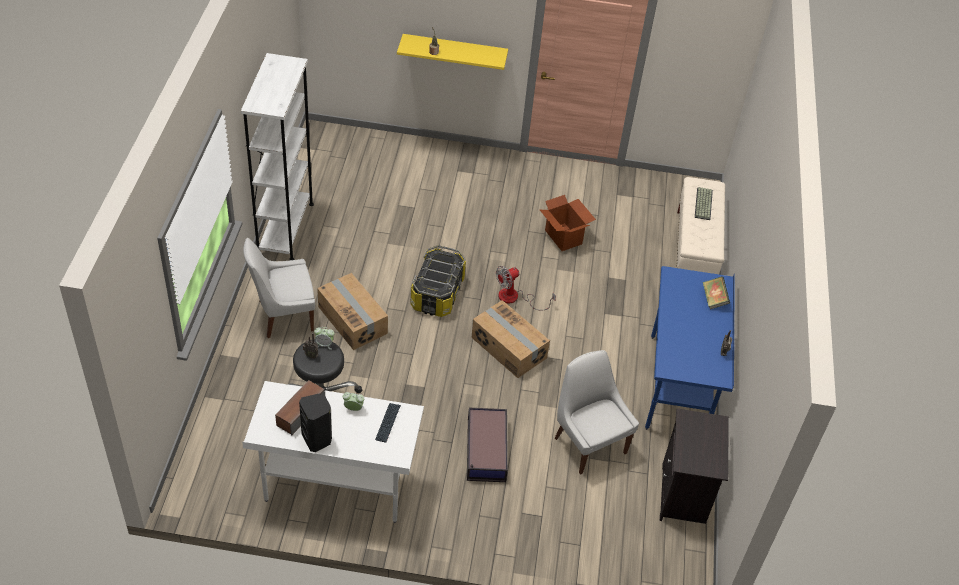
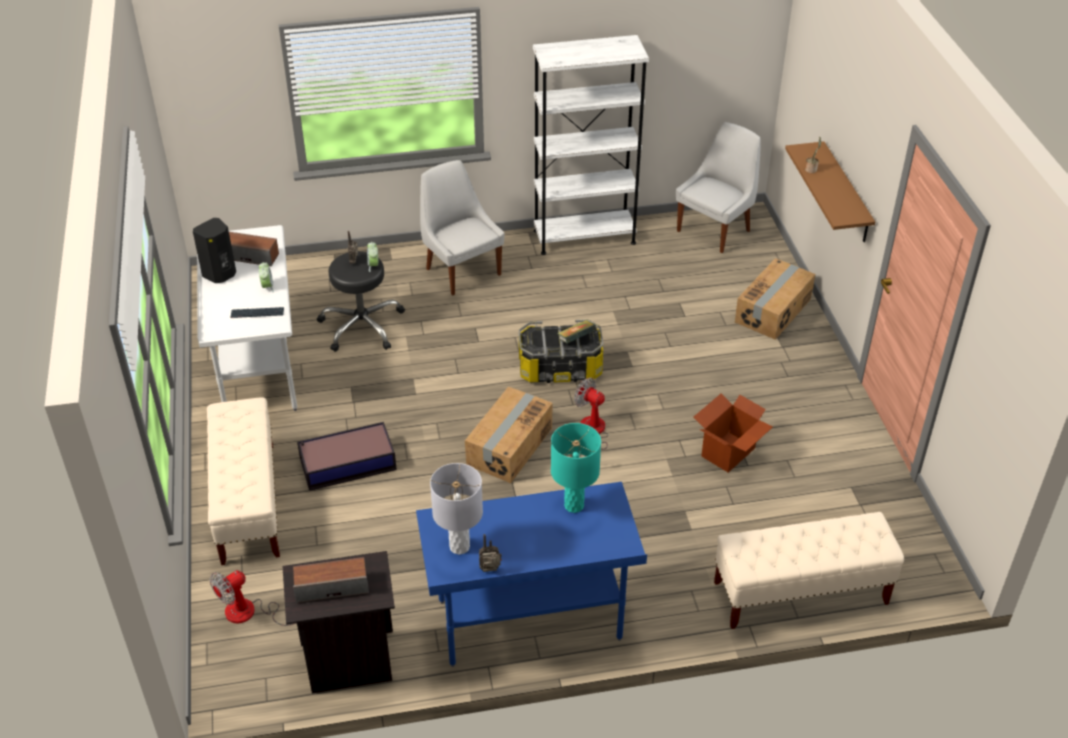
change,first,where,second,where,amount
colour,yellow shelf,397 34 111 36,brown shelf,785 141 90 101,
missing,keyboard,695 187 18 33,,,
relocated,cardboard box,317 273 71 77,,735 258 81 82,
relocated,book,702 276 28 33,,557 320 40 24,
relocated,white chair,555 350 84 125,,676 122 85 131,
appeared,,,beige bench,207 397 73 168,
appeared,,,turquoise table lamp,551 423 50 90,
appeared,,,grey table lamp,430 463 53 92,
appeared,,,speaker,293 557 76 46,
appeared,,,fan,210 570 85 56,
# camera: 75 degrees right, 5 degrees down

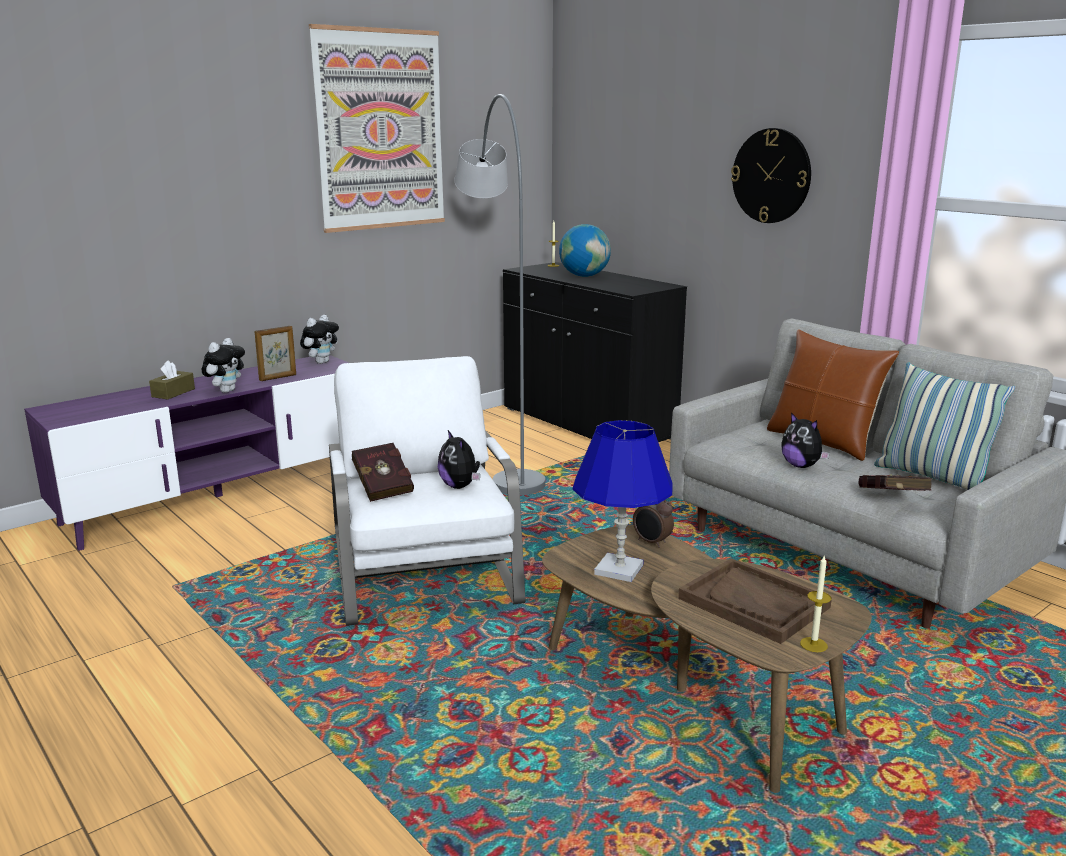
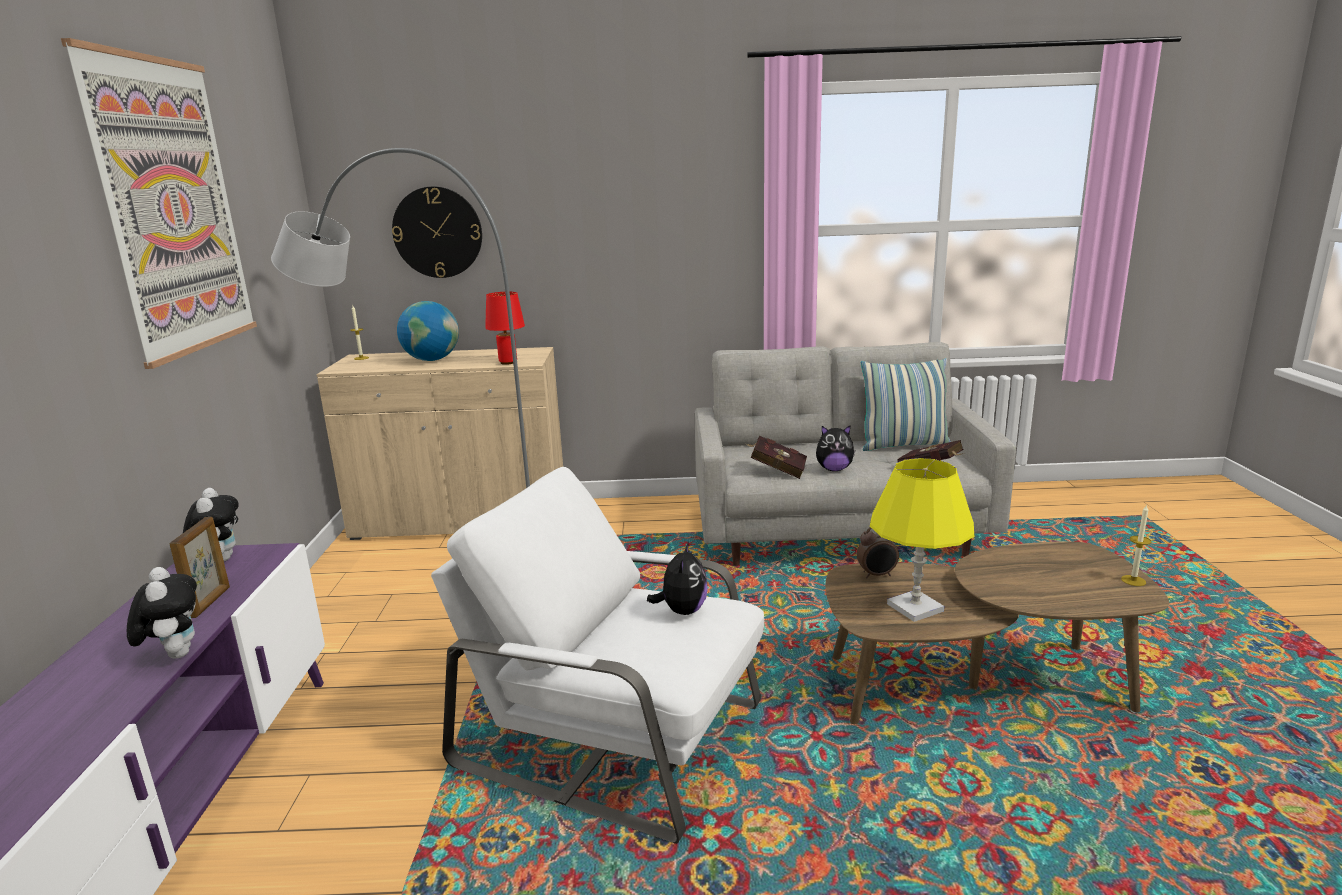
change,first,where,second,where,amount
relocated,wall clock,731 128 80 95,,392 186 90 92,
colour,black cabinet,503 262 184 180,beige cabinet,317 347 246 193,
missing,brown pillow,767 330 132 131,,,
missing,brown tissue box,149 360 46 40,,,
colour,blue table lamp,573 420 100 162,yellow table lamp,870 458 104 164,
spun,plush toy,438 430 42 59,,647 542 61 73,90 degrees counterclockwise
relocated,red book,352 443 62 59,,746 436 61 43,
missing,brown tray,678 558 154 86,,,
appeared,,,red table lamp,485 292 40 73,
# camera: 50 degrees left, 0 degrees up

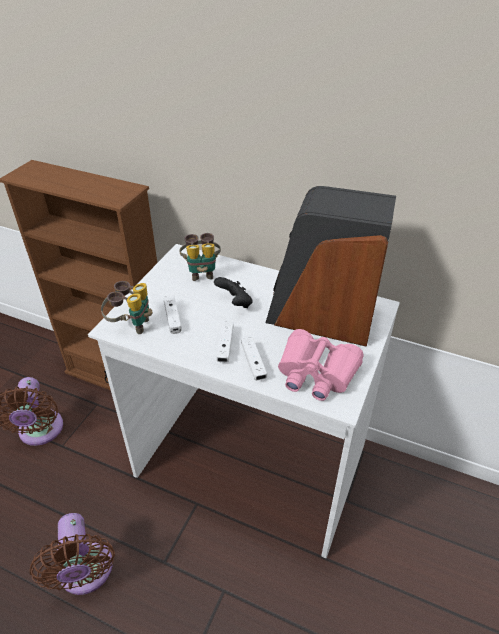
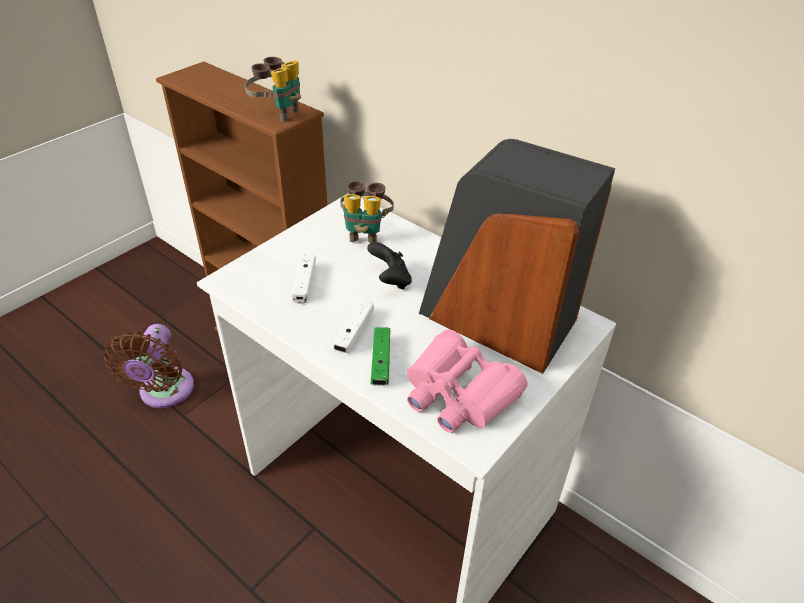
change,first,where,second,where,amount
relocated,binoculars,101 281 52 53,,245 57 56 65,
colour,white game controller,241 337 26 43,green game controller,371 327 19 59,
missing,brown fan,29 513 86 82,,,
# camera: 15 degrees right, 0 degrees up

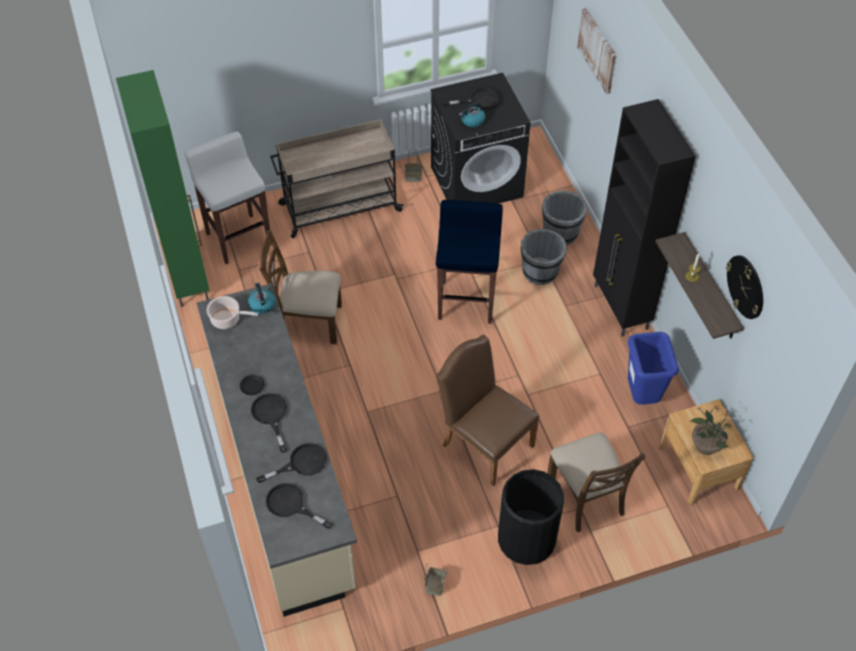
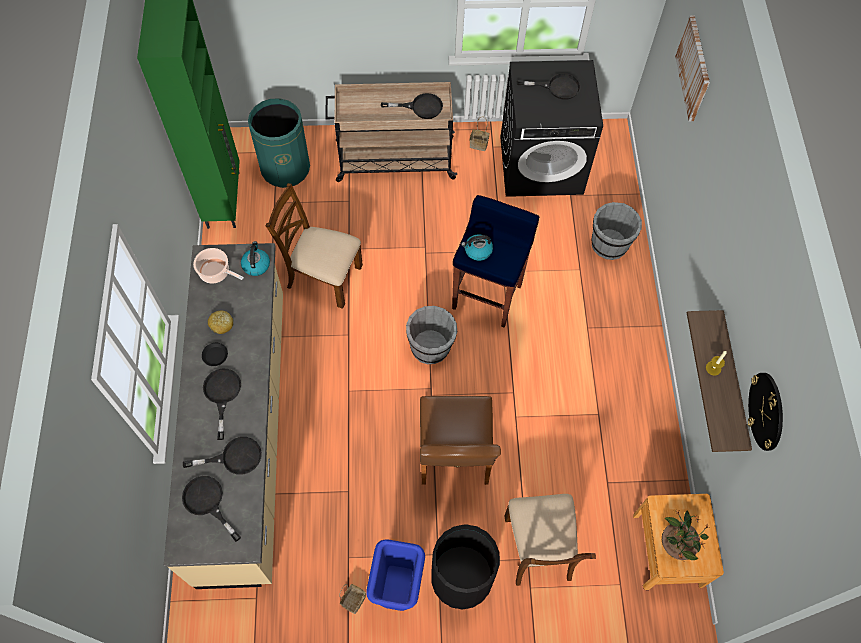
change,first,where,second,where,amount
missing,black cabinet,593 99 103 238,,,
relocated,kettle,459 102 26 25,,461 234 32 27,
exchanged,white stool,185 132 87 132,green trash can,248 98 62 90,
relocated,grey bucket,521 229 46 56,,406 306 51 58,
relocated,blue trash can,628 332 51 73,,366 539 59 72,
spun,brown chair,436 335 103 151,,420 396 81 89,150 degrees counterclockwise
appeared,,,black frying pan,381 93 62 26,
appeared,,,bread,208 311 25 23,
# camera: 15 degrees right, 10 degrees up

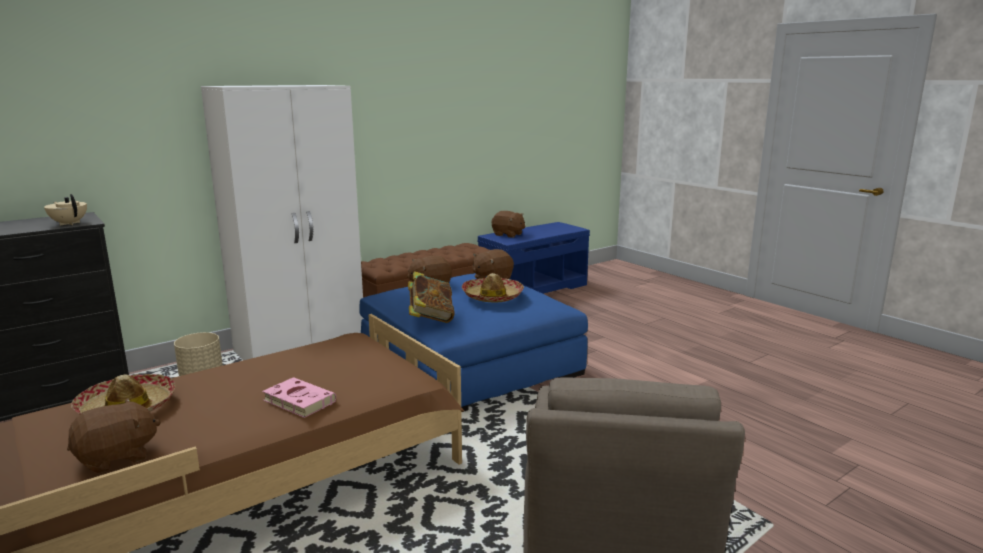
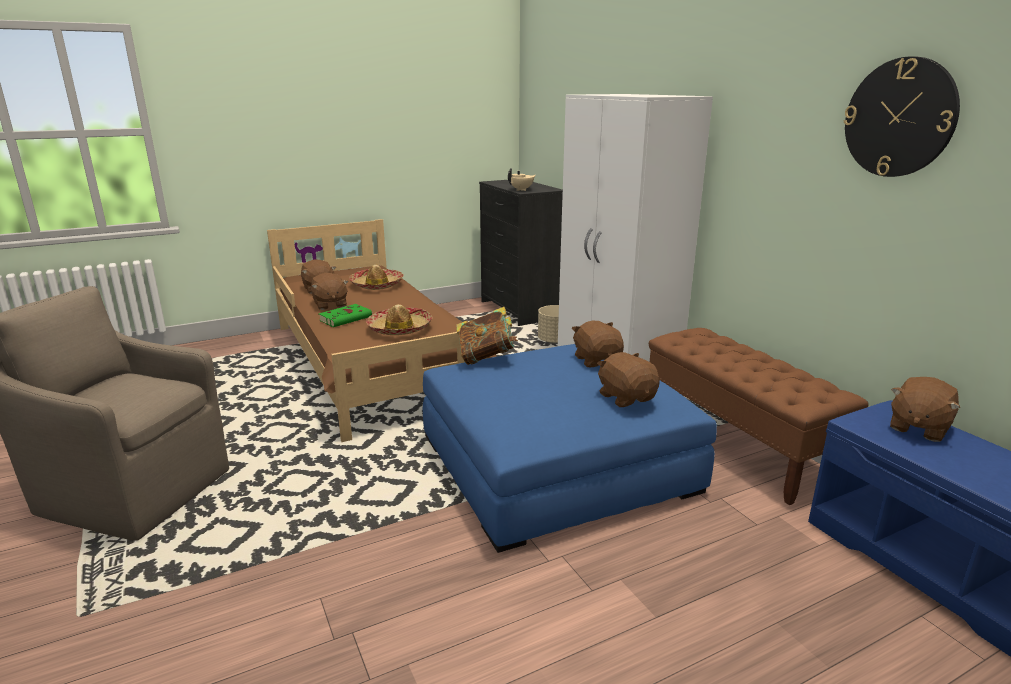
change,first,where,second,where,amount
relocated,hat,461 273 63 29,,366 304 67 31,
colour,pink book,262 377 74 41,green book,319 304 53 23,
appeared,,,wall clock,844 56 116 121,
appeared,,,brown plush toy,311 273 38 37,
# camera: 100 degrees right, 5 degrees up

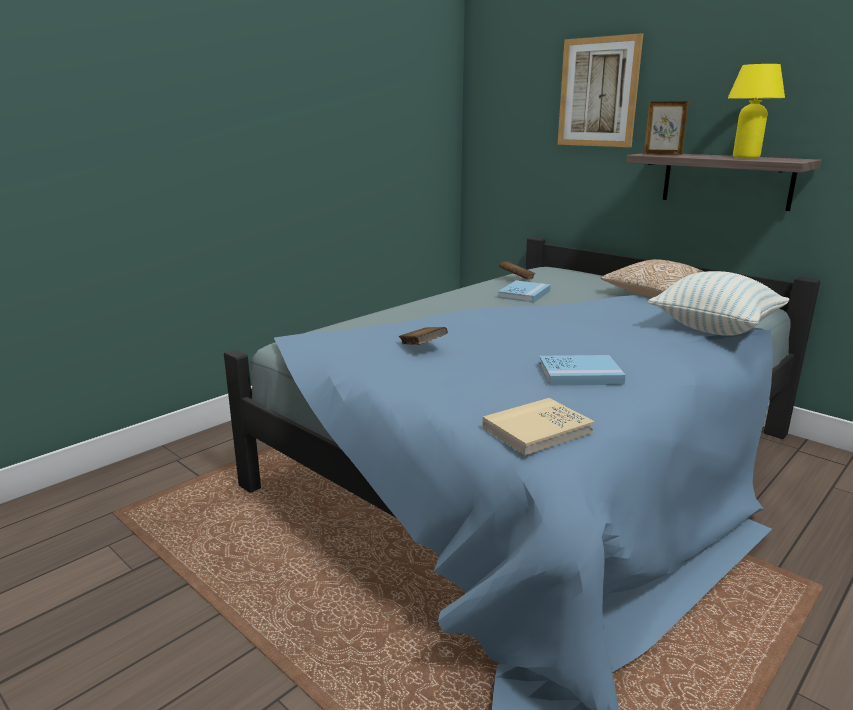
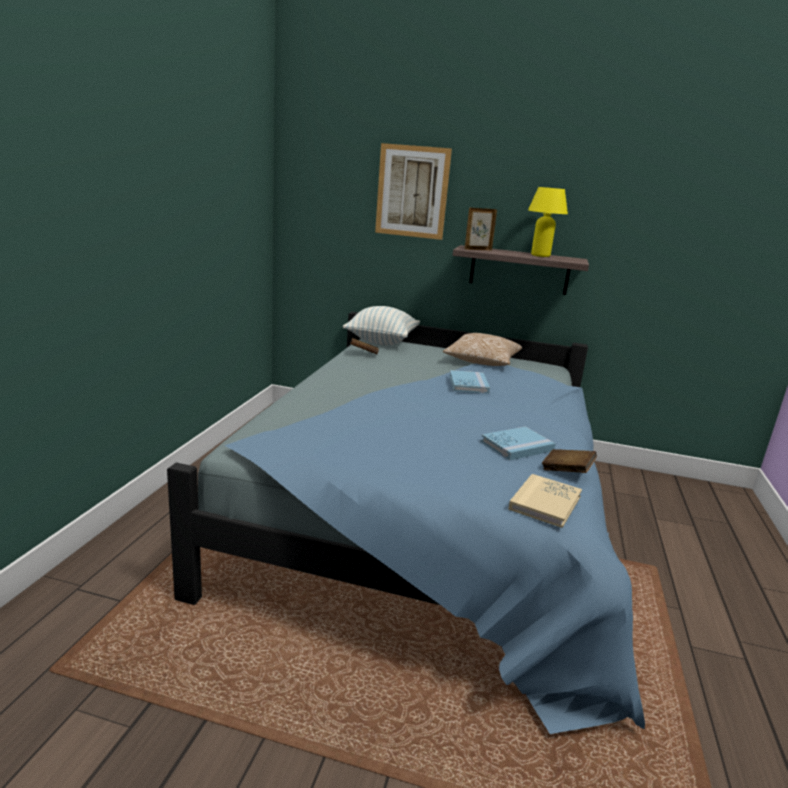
change,first,where,second,where,amount
relocated,pillow,648 271 142 65,,343 306 77 39,
relocated,blue book,498 281 53 22,,449 370 41 24,
relocated,brown book,399 327 49 18,,542 449 55 24,
# camera: 30 degrees left, 0 degrees up

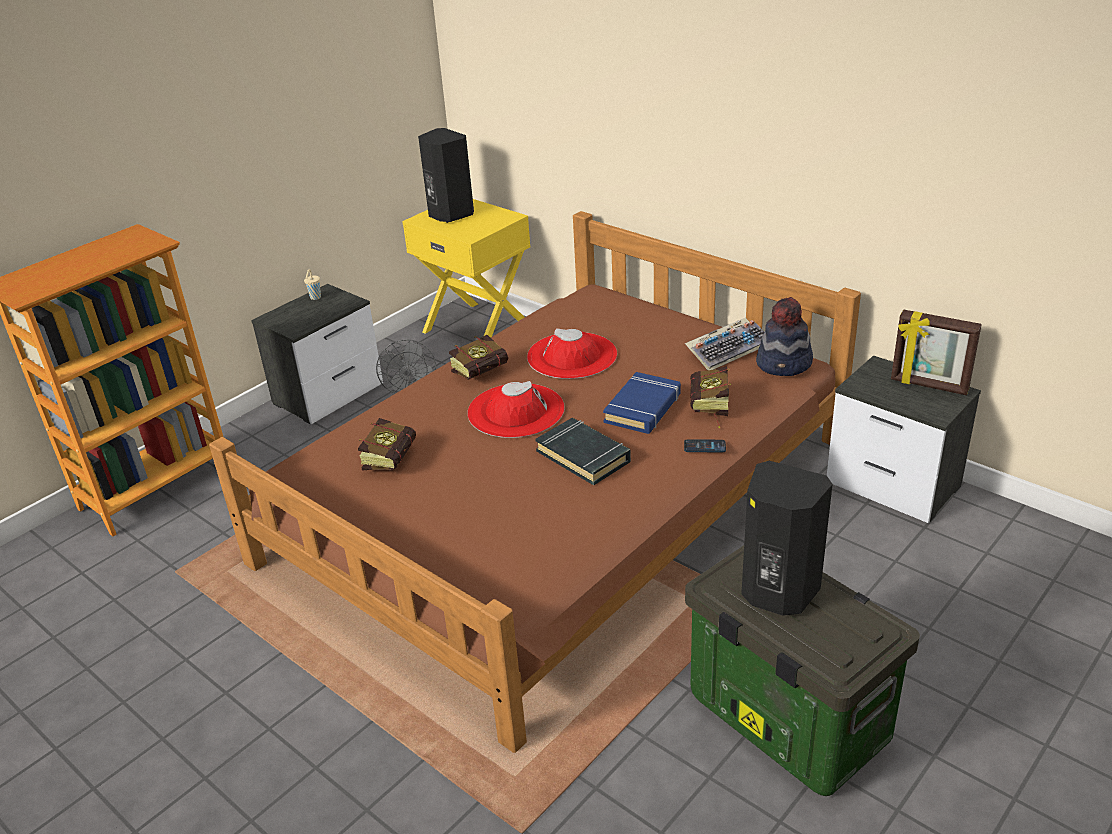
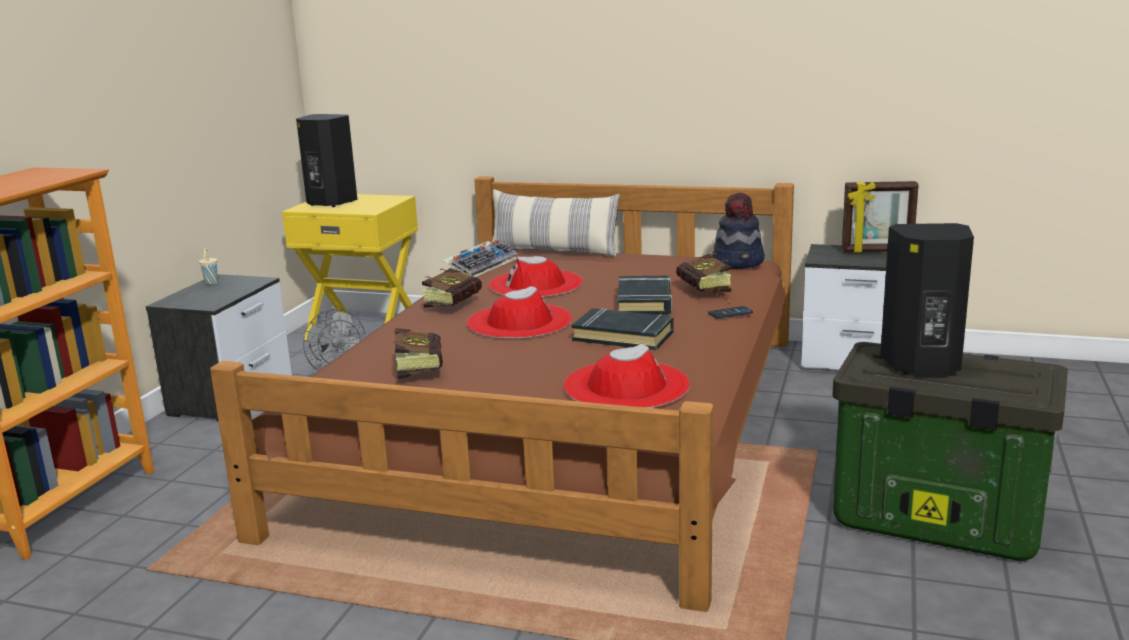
change,first,where,second,where,amount
relocated,keyboard,685 318 79 52,,442 239 75 38,
colour,blue book,603 372 78 62,black book,617 276 55 39,
appeared,,,pillow,493 189 127 68,
appeared,,,red hat,564 344 126 64,
# camera: 25 degrees left, 15 degrees down

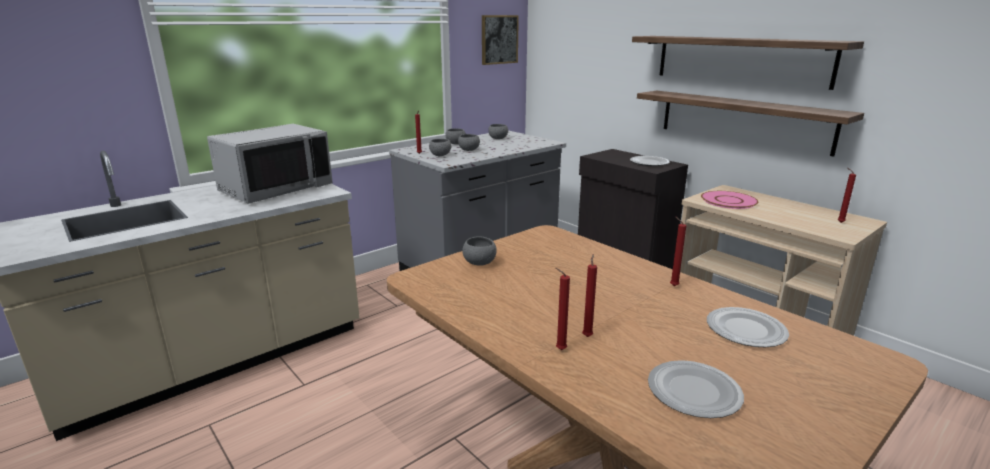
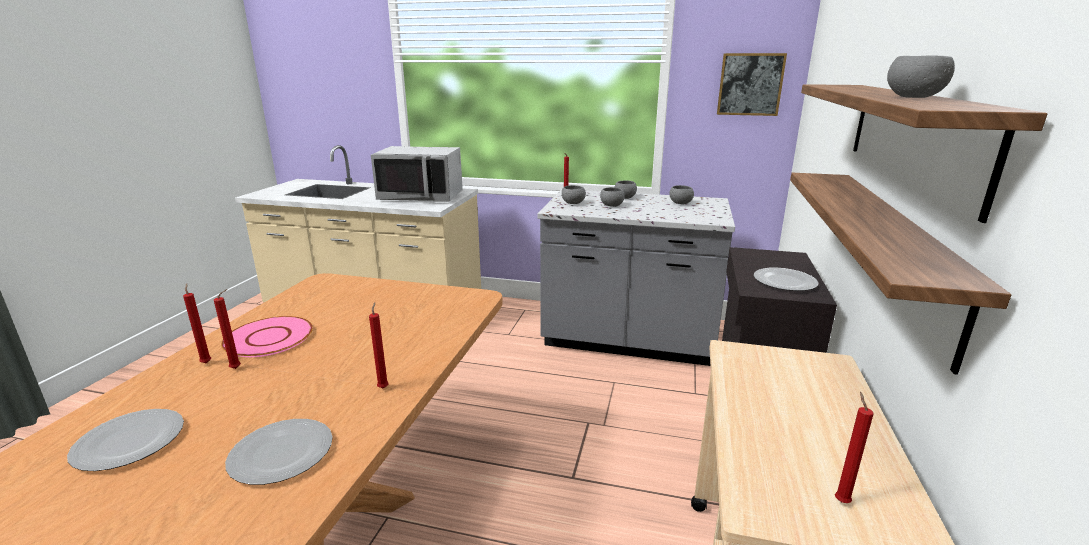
change,first,where,second,where,amount
relocated,pink plate,701 191 57 18,,221 316 92 41,
relocated,grey bowl,462 236 35 30,,887 55 68 43,
# camera: 55 degrees right, 0 degrees up

